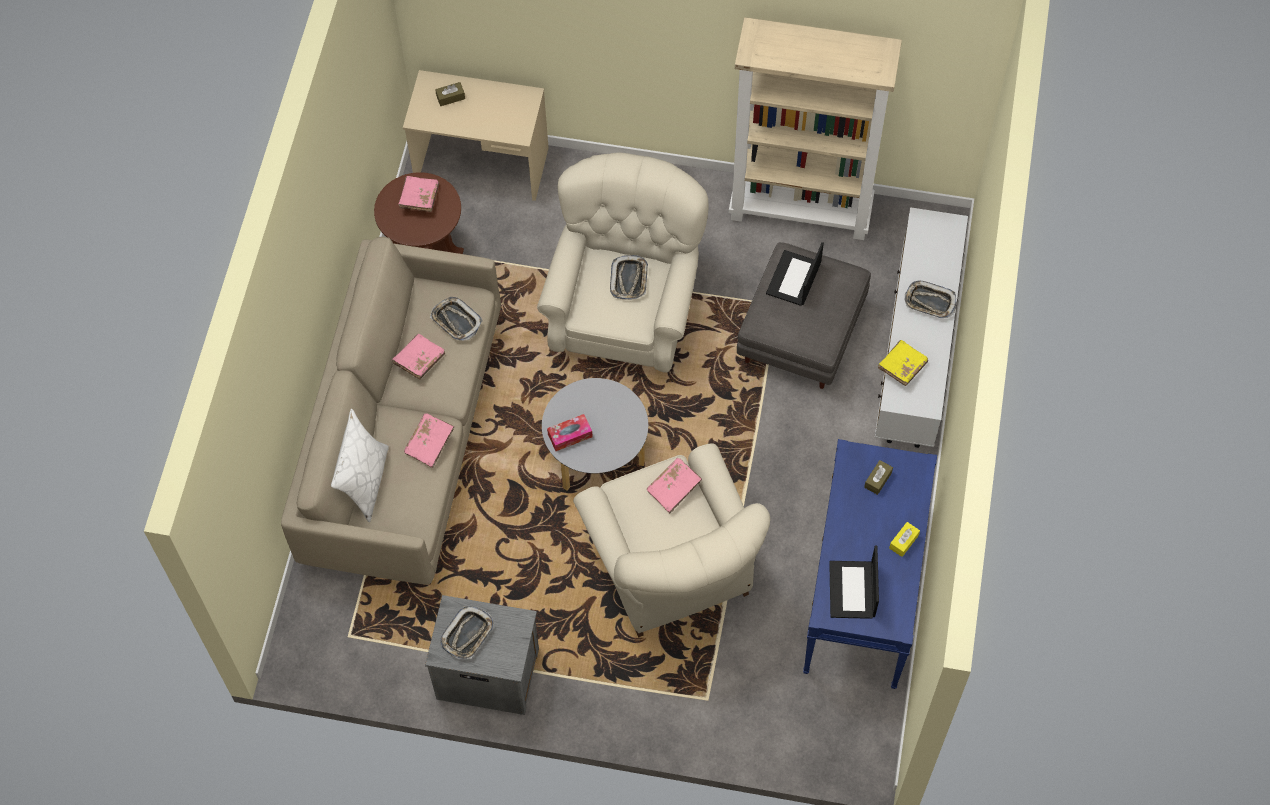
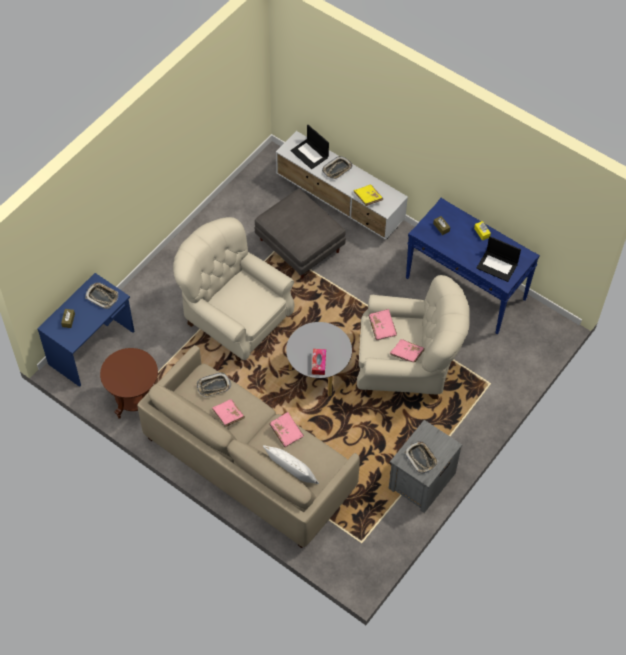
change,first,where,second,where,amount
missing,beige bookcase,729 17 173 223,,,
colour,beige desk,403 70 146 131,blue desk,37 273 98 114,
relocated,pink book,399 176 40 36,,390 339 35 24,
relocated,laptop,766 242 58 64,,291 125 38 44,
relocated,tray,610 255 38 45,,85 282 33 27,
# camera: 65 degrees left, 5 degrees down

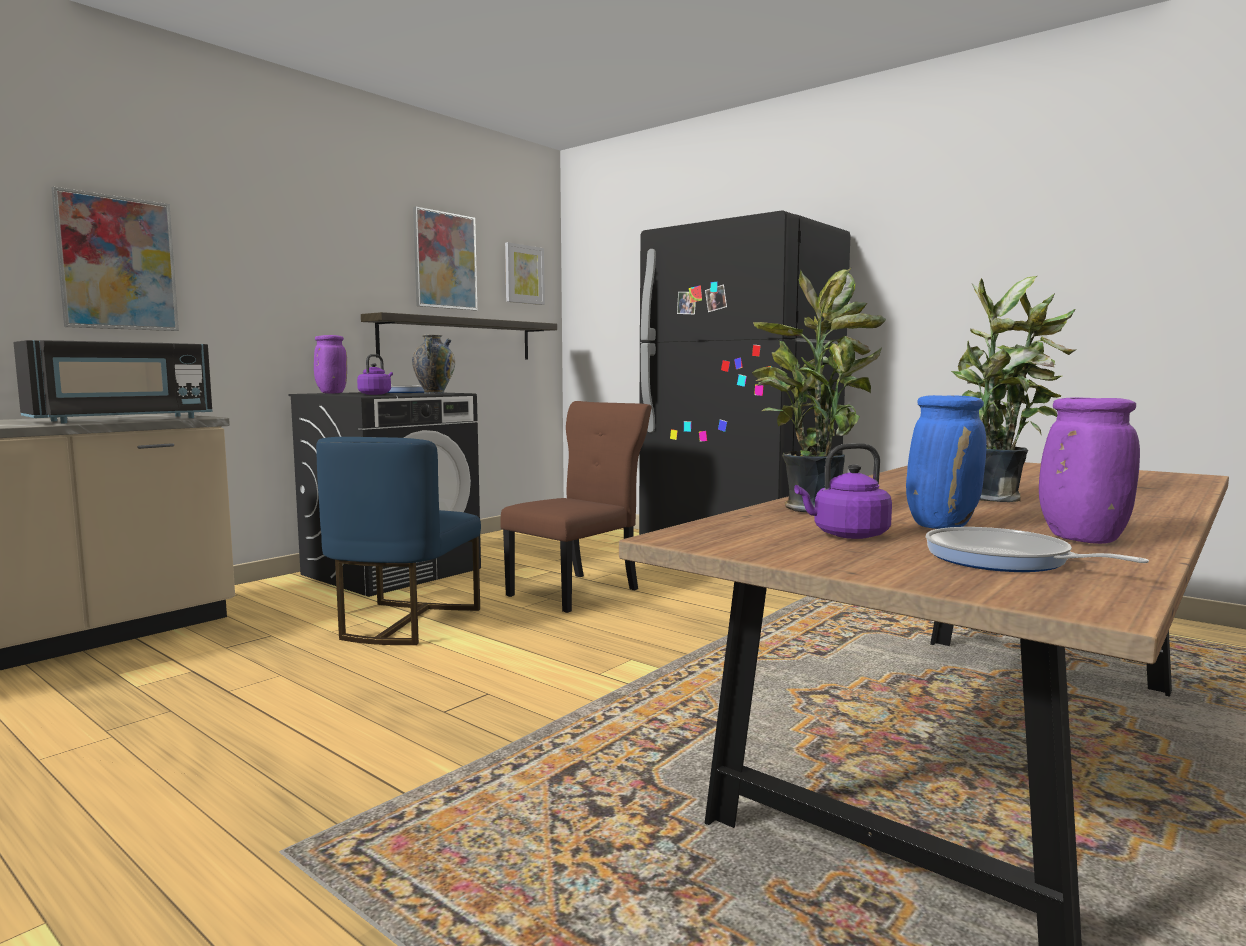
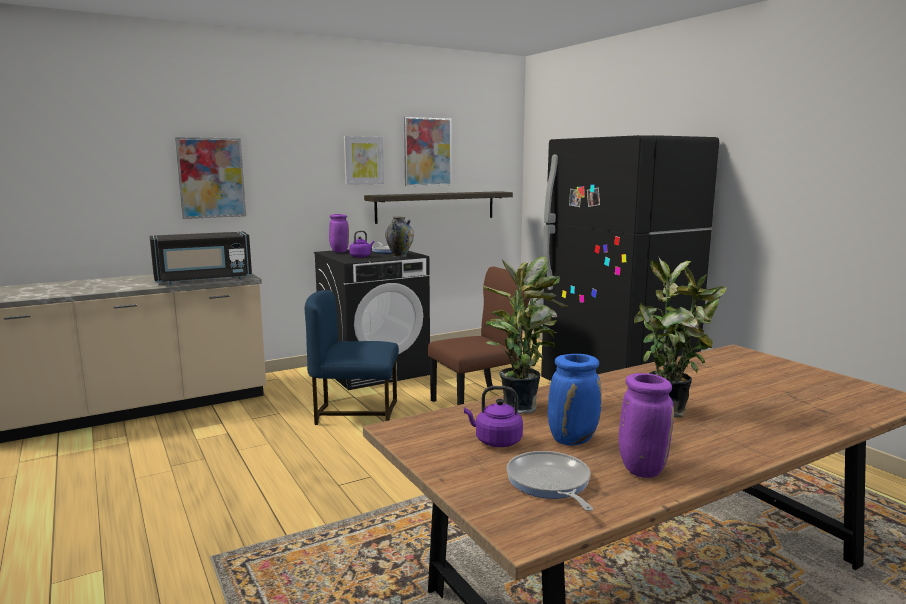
change,first,where,second,where,amount
relocated,picture,505 242 40 63,,344 136 40 49,
spun,blue chair,316 437 165 208,,305 290 94 135,60 degrees clockwise
# camera: 20 degrees right, 5 degrees up

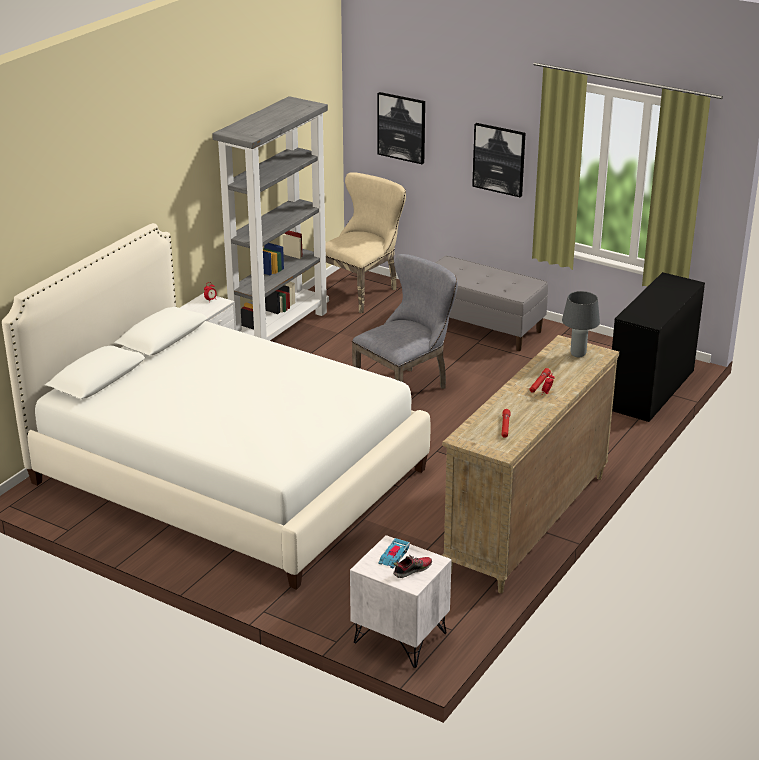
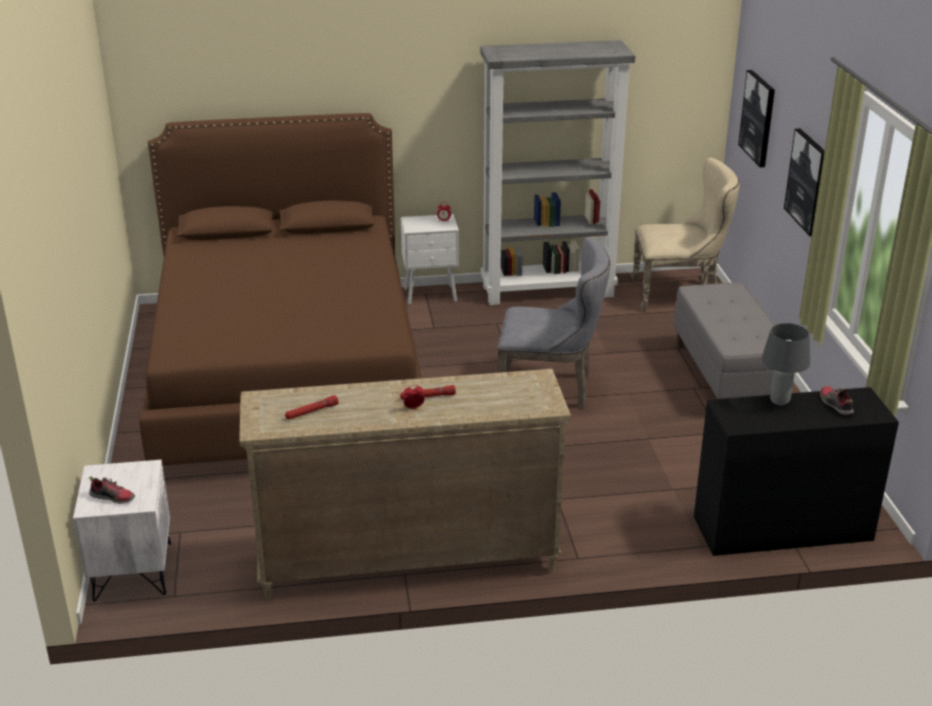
change,first,where,second,where,amount
colour,white bed,2 223 428 367,brown bed,139 113 283 353,
relocated,grey table lamp,562 291 38 66,,762 323 48 82,
missing,toy car,378 538 32 30,,,
appeared,,,shoe,820 386 34 29,
# camera: 50 degrees right, 0 degrees up

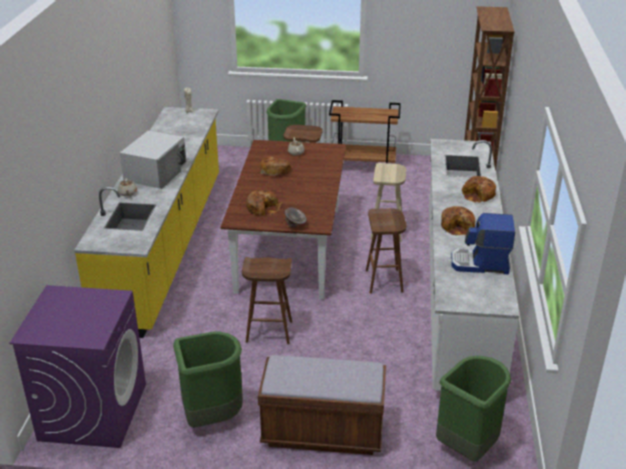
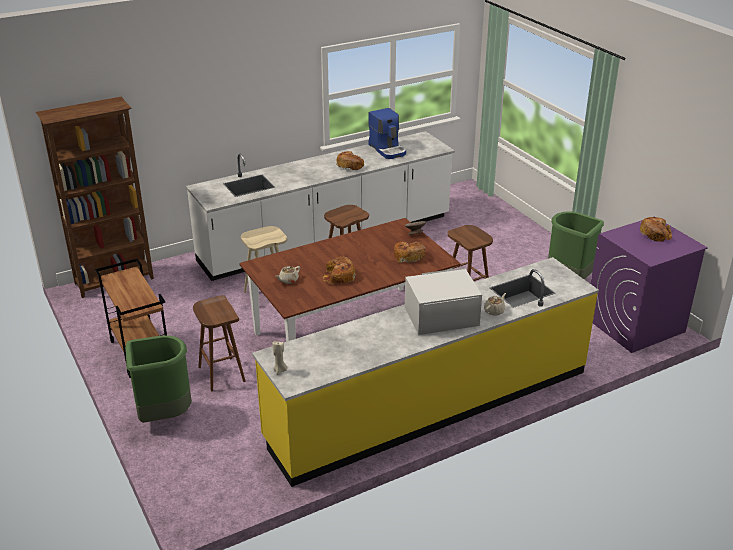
change,first,where,second,where,amount
relocated,bread,462 176 34 27,,640 217 32 25,
missing,brown bench,258 355 128 100,,,
missing,green trash can,436 356 75 106,,,
# camera: 125 degrees left, 0 degrees up

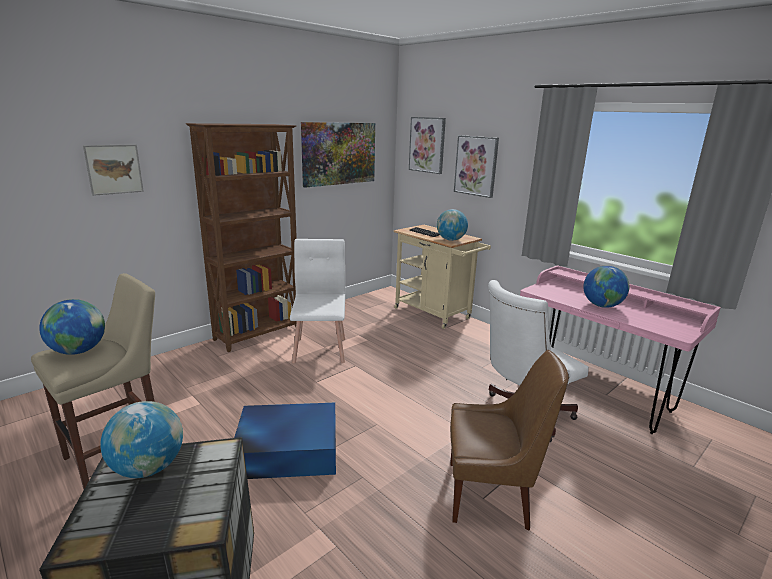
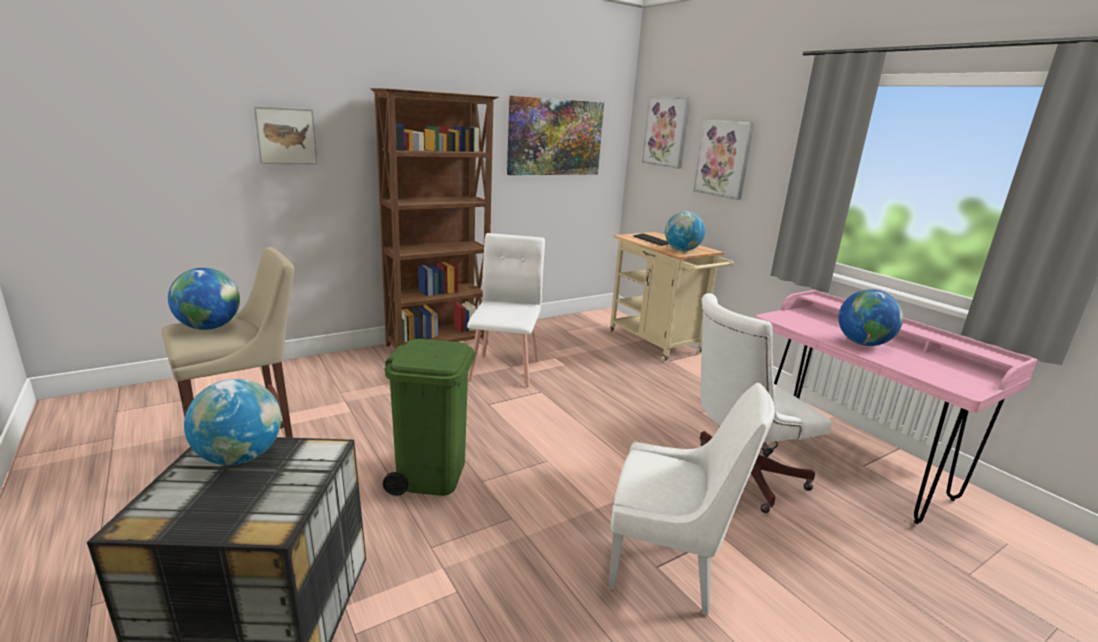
change,first,where,second,where,amount
colour,brown chair,450 350 118 180,white chair,609 382 166 234,
exchanged,blue storage box,234 403 102 76,green trash can,383 339 92 157,
# camera: 10 degrees right, 0 degrees up

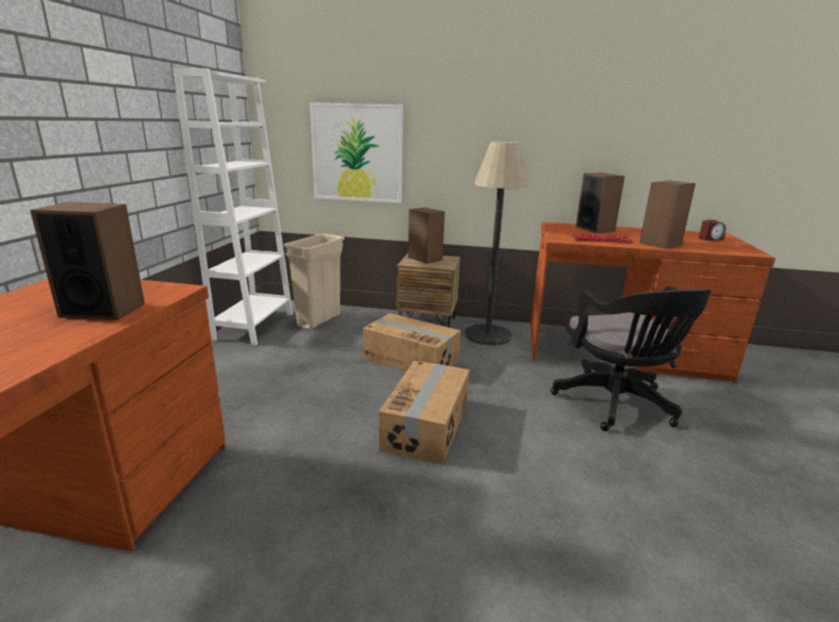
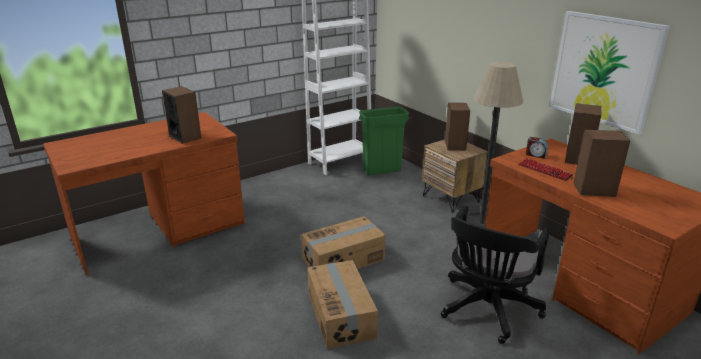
change,first,where,second,where,amount
relocated,picture,310 102 93 101,,550 11 120 123,
relocated,alarm clock,699 220 27 21,,526 137 22 22,
colour,beige trash can,284 234 60 95,green trash can,359 106 50 70,
relocated,cardboard box,363 313 98 59,,308 260 70 89,
# camera: 45 degrees right, 5 degrees up

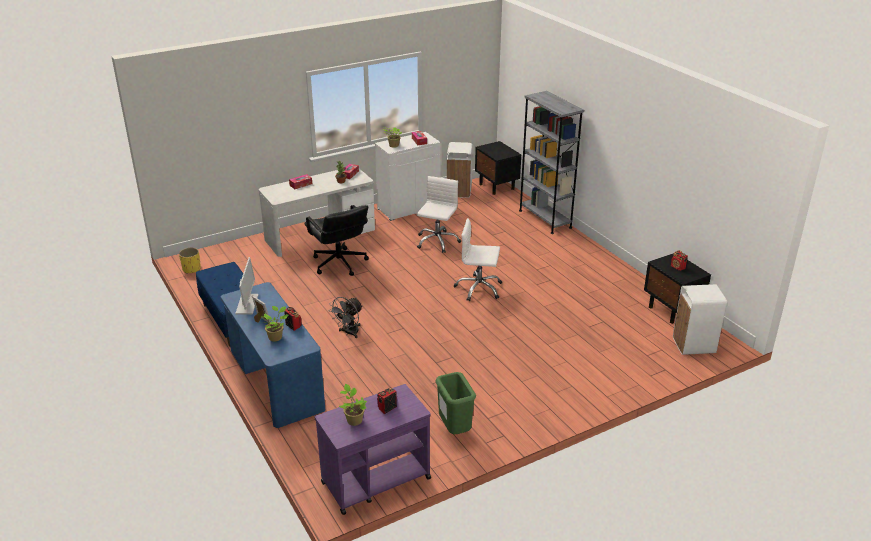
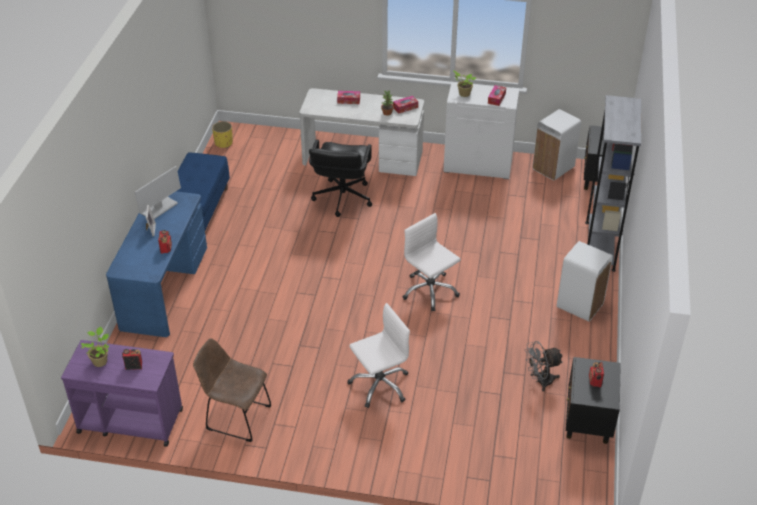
change,first,where,second,where,amount
relocated,white office chair,417 176 44 77,,347 303 63 105,
relocated,white trash can,673 284 54 71,,557 241 56 81,
relocated,grey fan,328 297 34 41,,525 341 38 51,
missing,potted plant,261 306 27 36,,,
exchanged,green trash can,435 372 41 62,brown chair,193 338 78 104,
# camera: 40 degrees right, 10 degrees up

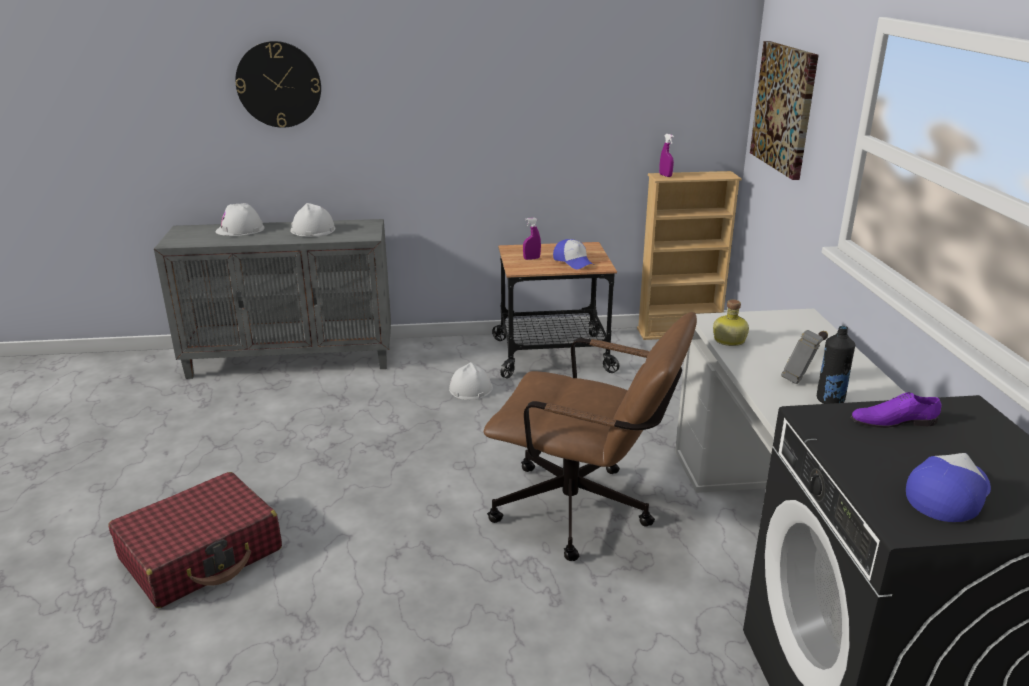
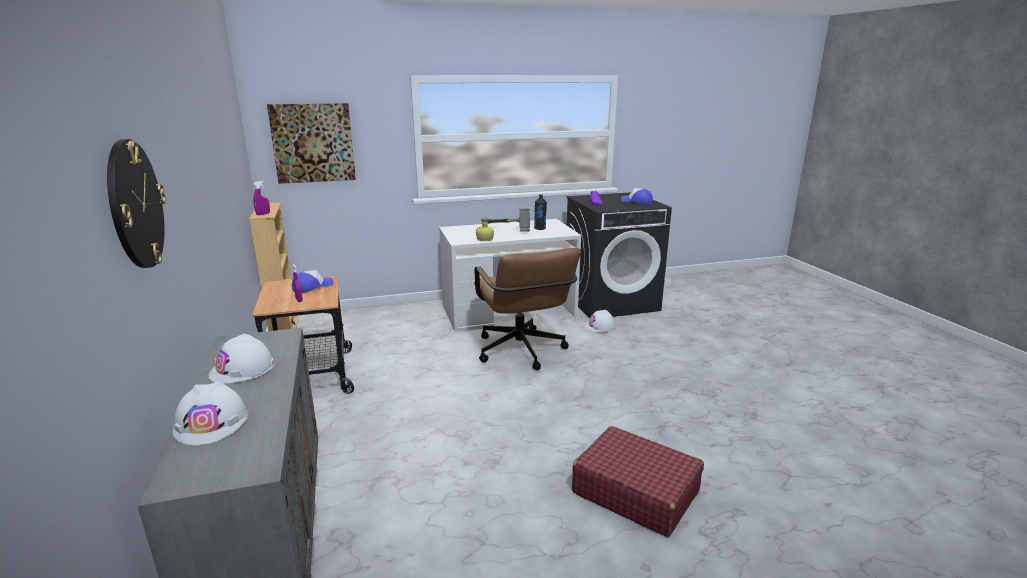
change,first,where,second,where,amount
spun,brown office chair,484 312 213 249,,474 248 107 122,150 degrees clockwise
relocated,white hard hat,449 362 44 38,,585 310 31 23,
# camera: 100 degrees left, 5 degrees down

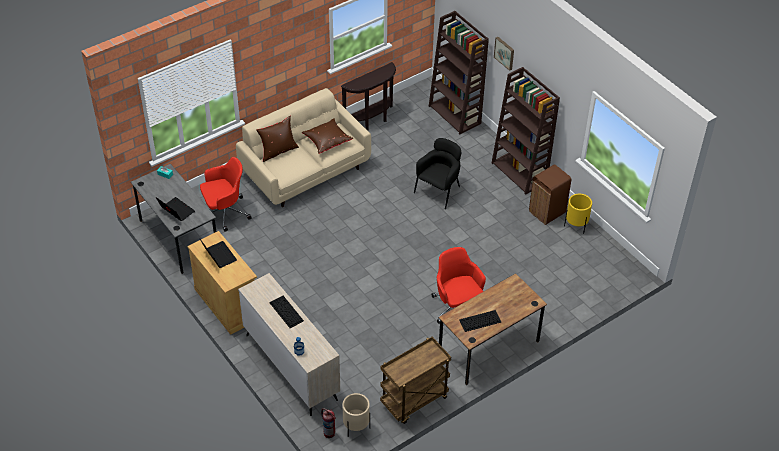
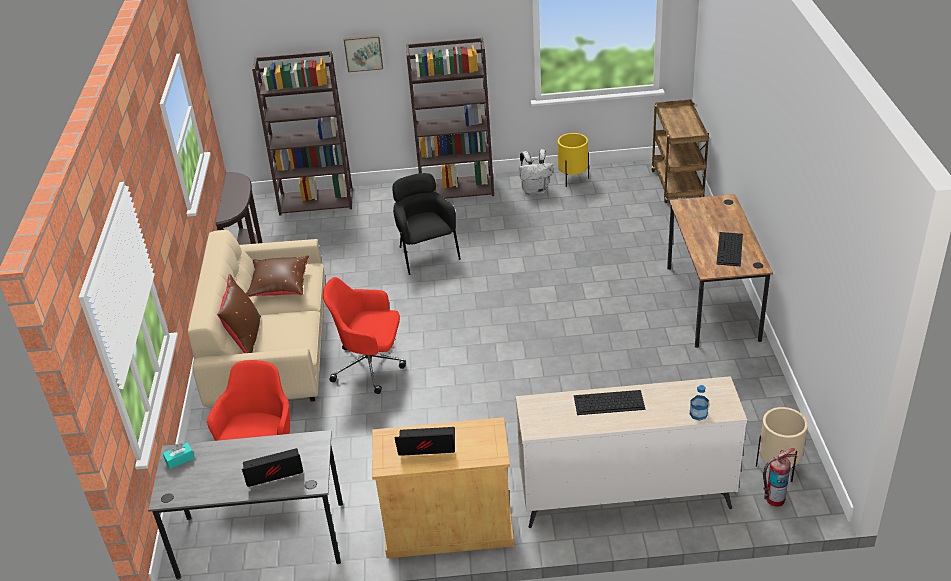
change,first,where,second,where,amount
exchanged,brown trash can,529 164 42 61,white backpack,519 149 34 46,
relocated,red office chair,431 247 55 77,,323 277 83 117,
relocated,brown cart,380 337 71 87,,651 99 58 104,
# camera: 55 degrees left, 10 degrees down

